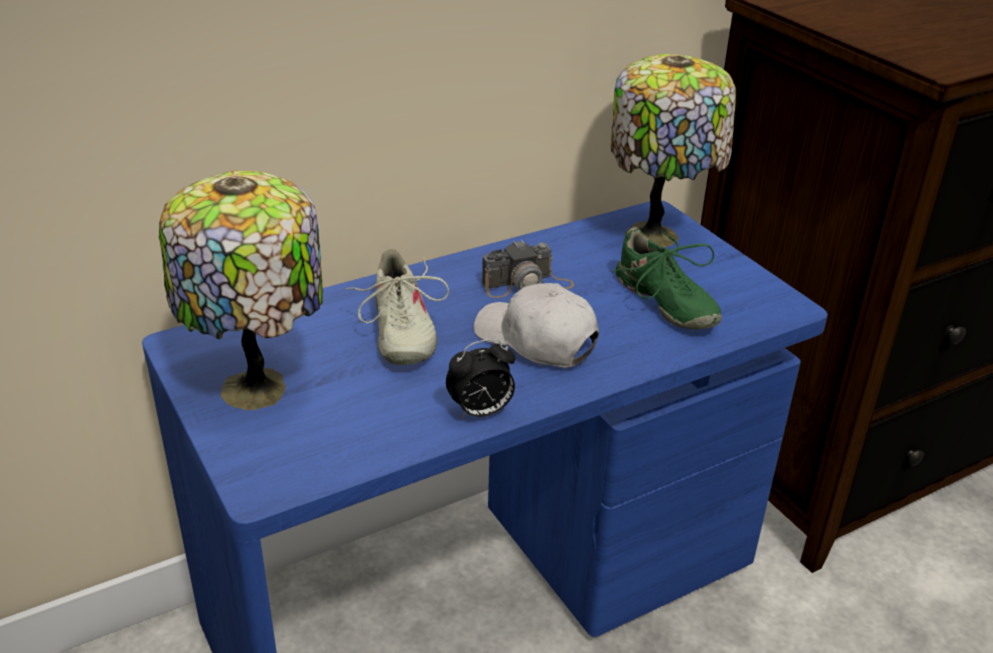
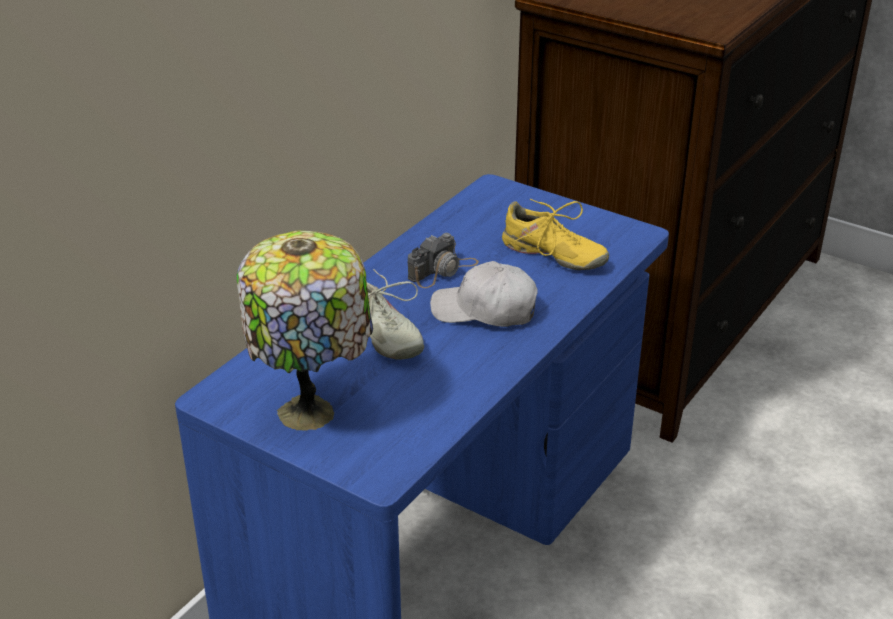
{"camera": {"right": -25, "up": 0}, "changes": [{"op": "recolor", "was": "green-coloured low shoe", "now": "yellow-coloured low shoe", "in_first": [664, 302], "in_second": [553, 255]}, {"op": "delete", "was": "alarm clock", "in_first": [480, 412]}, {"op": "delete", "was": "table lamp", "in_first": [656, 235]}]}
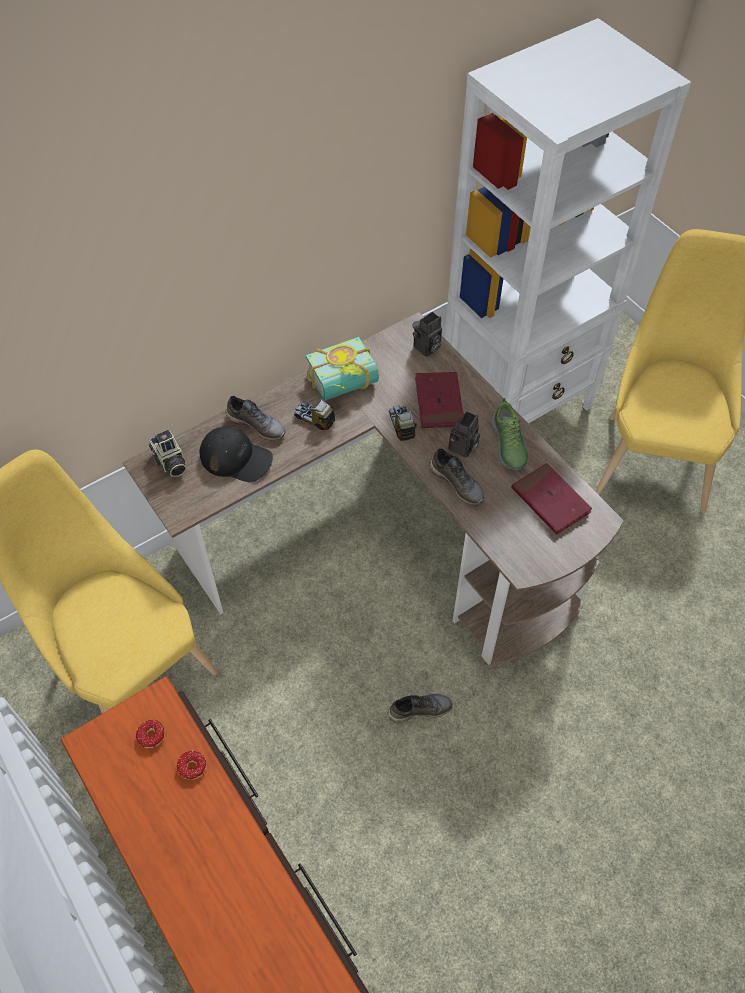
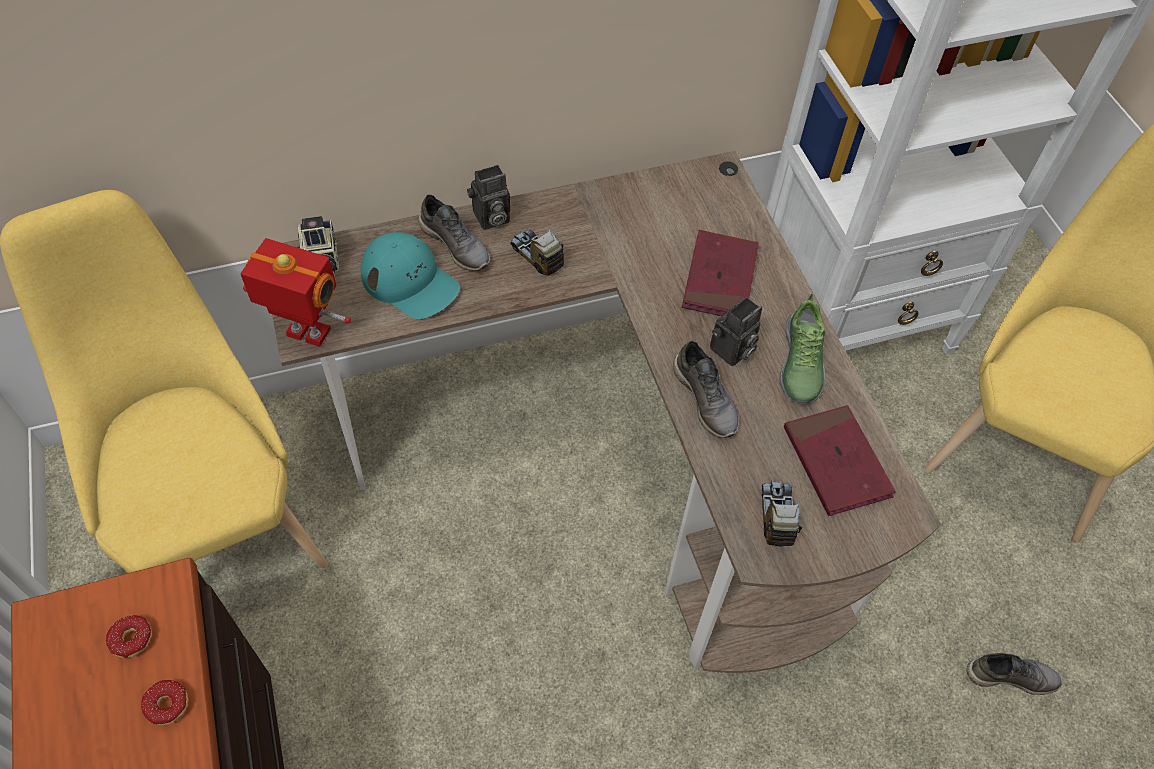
{"camera": {"right": 15, "up": 0}, "changes": [{"op": "insert", "now": "toy robot", "in_second": [307, 334]}, {"op": "recolor", "was": "blackish peaked cap", "now": "blue-green peaked cap", "in_first": [236, 458], "in_second": [410, 282]}, {"op": "move", "was": "still camera", "in_first": [427, 349], "in_second": [490, 219]}, {"op": "move", "was": "toy lorry", "in_first": [401, 426], "in_second": [776, 517]}, {"op": "move", "was": "gray low shoe", "in_first": [419, 709], "in_second": [1010, 676]}, {"op": "delete", "was": "volume", "in_first": [345, 386]}]}
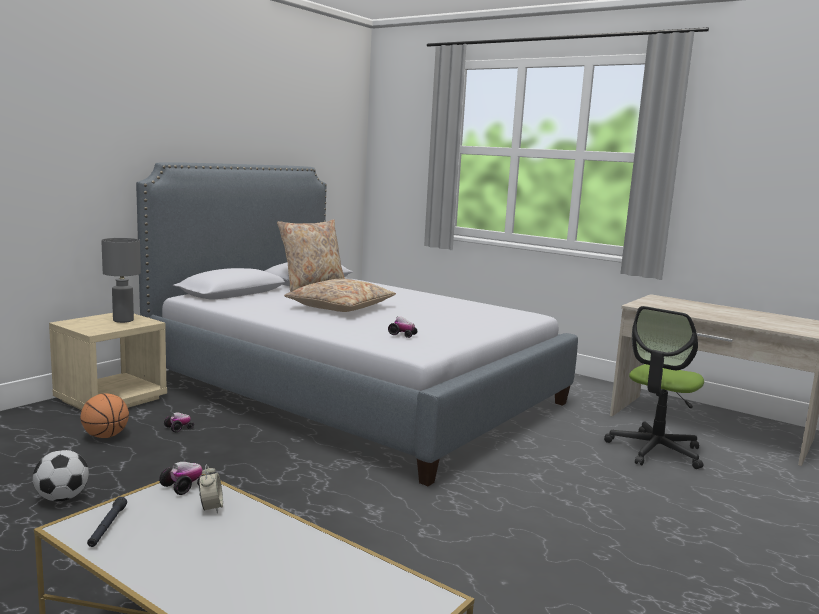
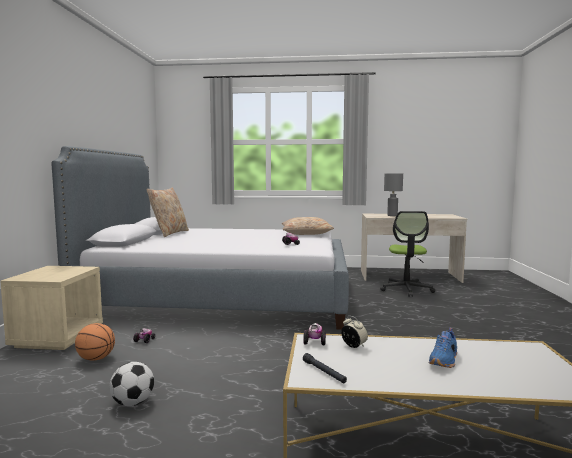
{"camera": {"right": -30, "up": -5}, "changes": [{"op": "move", "was": "beige cushion", "in_first": [340, 307], "in_second": [306, 233]}, {"op": "move", "was": "gray table lamp", "in_first": [123, 320], "in_second": [392, 215]}, {"op": "insert", "now": "blue low shoe", "in_second": [444, 360]}]}
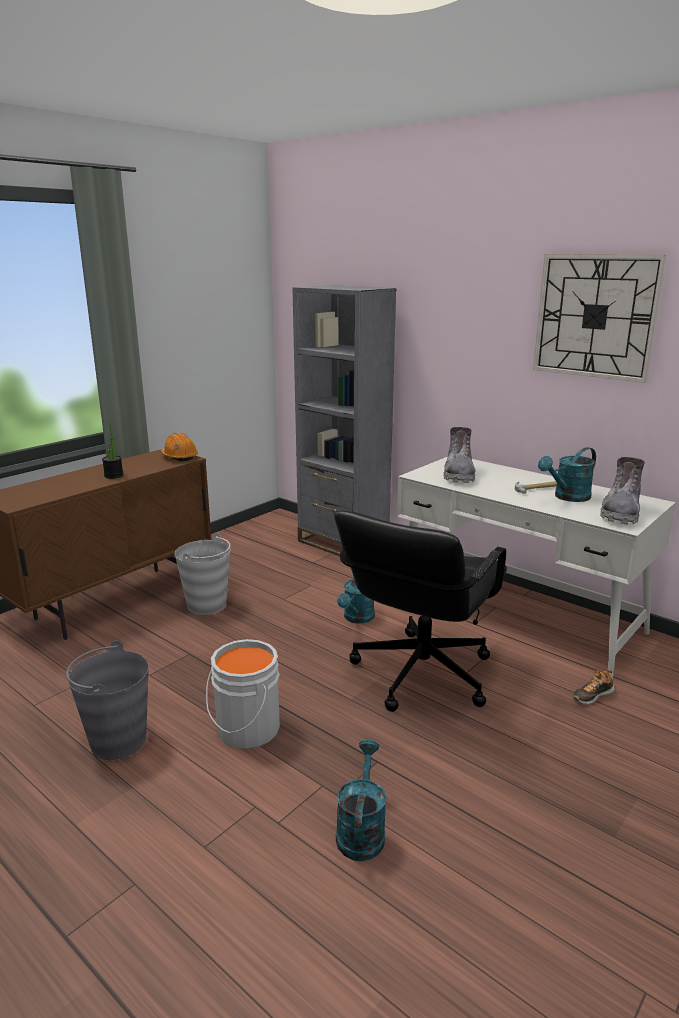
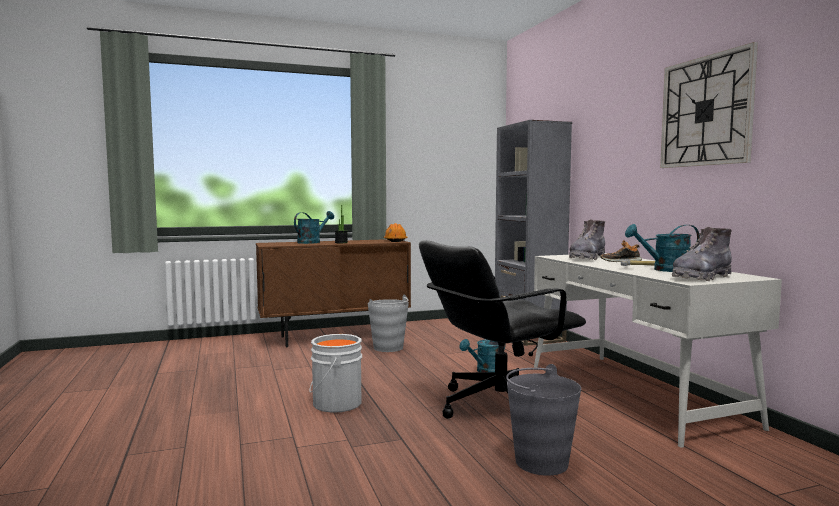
{"camera": {"right": 30, "up": -15}, "changes": [{"op": "move", "was": "blue-green watering pot", "in_first": [361, 830], "in_second": [312, 242]}, {"op": "move", "was": "gray bucket", "in_first": [118, 741], "in_second": [541, 462]}, {"op": "move", "was": "low shoe", "in_first": [592, 695], "in_second": [620, 261]}]}
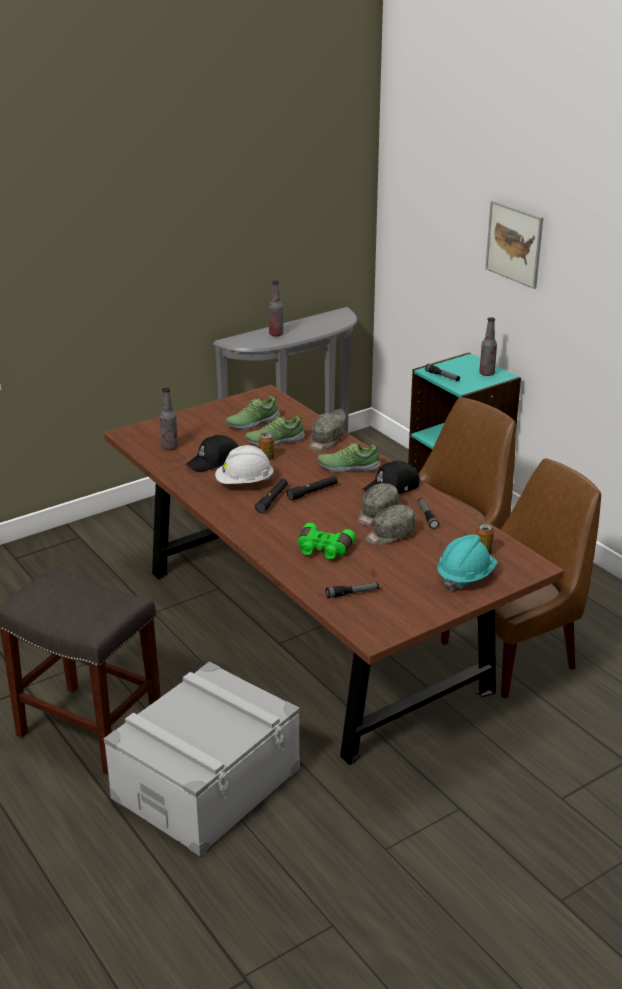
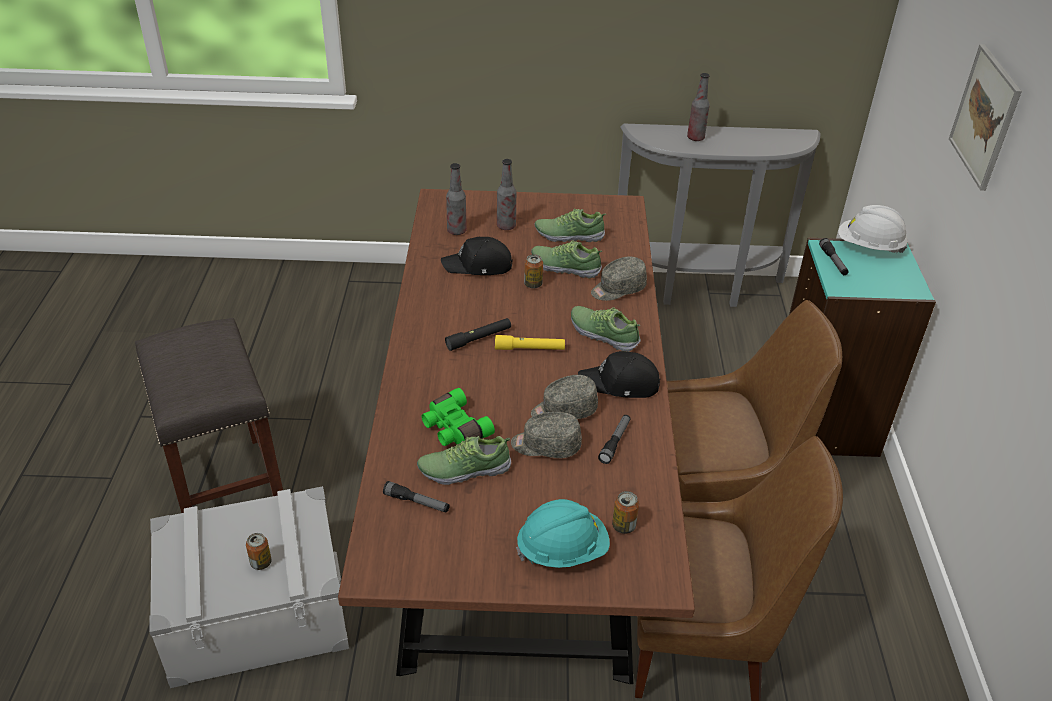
{"camera": {"right": 35, "up": 10}, "changes": [{"op": "insert", "now": "can", "in_second": [261, 563]}, {"op": "insert", "now": "low shoe", "in_second": [464, 469]}, {"op": "recolor", "was": "blackish torch", "now": "yellow-coloured torch", "in_first": [312, 492], "in_second": [529, 348]}, {"op": "move", "was": "bottle", "in_first": [486, 373], "in_second": [506, 226]}, {"op": "move", "was": "white hard hat", "in_first": [244, 483], "in_second": [869, 247]}]}
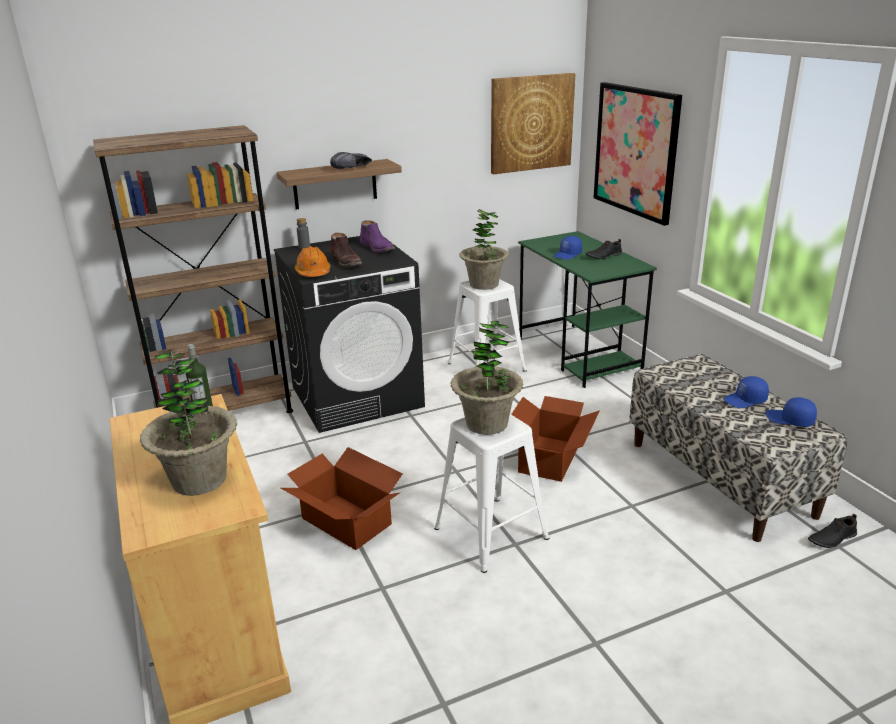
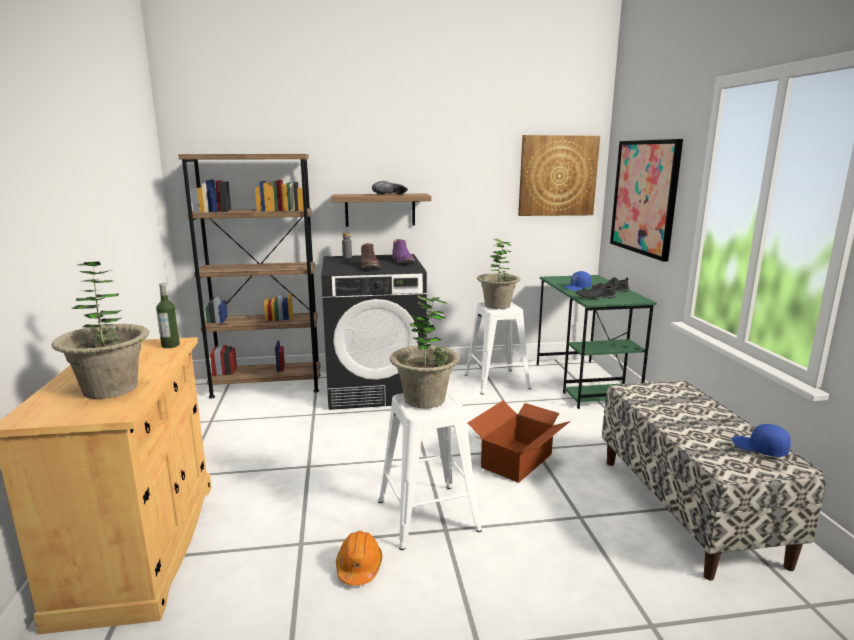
{"camera": {"right": 15, "up": -10}, "changes": [{"op": "move", "was": "orangey hard hat", "in_first": [313, 273], "in_second": [359, 567]}, {"op": "move", "was": "blackish low shoe", "in_first": [831, 538], "in_second": [595, 297]}, {"op": "delete", "was": "carton", "in_first": [346, 522]}, {"op": "delete", "was": "blue peaked cap", "in_first": [745, 400]}]}
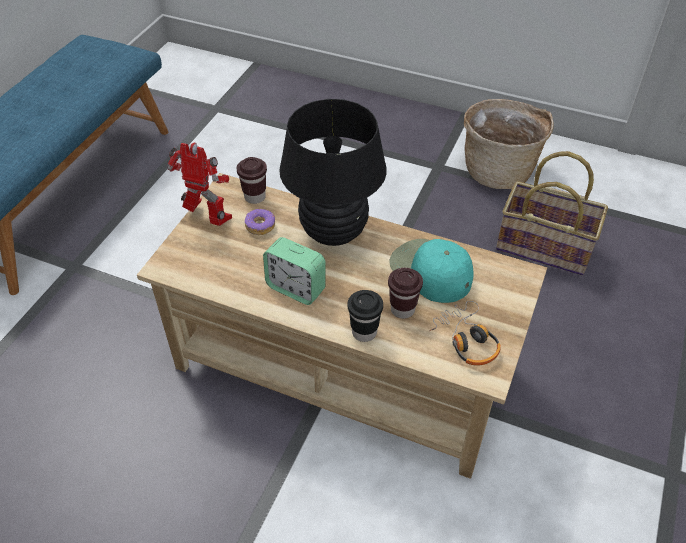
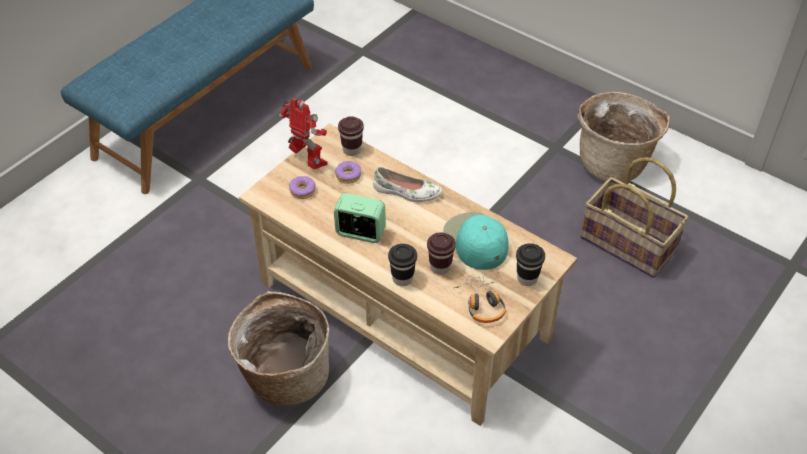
{"camera": {"right": 15, "up": 0}, "changes": [{"op": "insert", "now": "storage basket", "in_second": [284, 375]}, {"op": "insert", "now": "donut", "in_second": [303, 191]}, {"op": "rotate", "was": "alarm clock", "in_first": [296, 288], "in_second": [360, 233], "clockwise": 150}, {"op": "replace", "was": "blackish table lamp", "now": "white low shoe", "in_first": [333, 232], "in_second": [407, 192]}, {"op": "insert", "now": "blackish small cup", "in_second": [527, 278]}]}
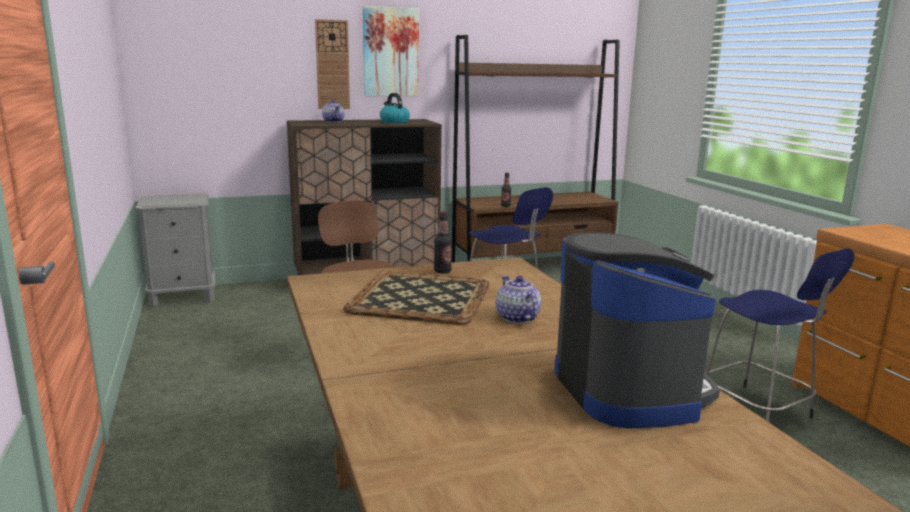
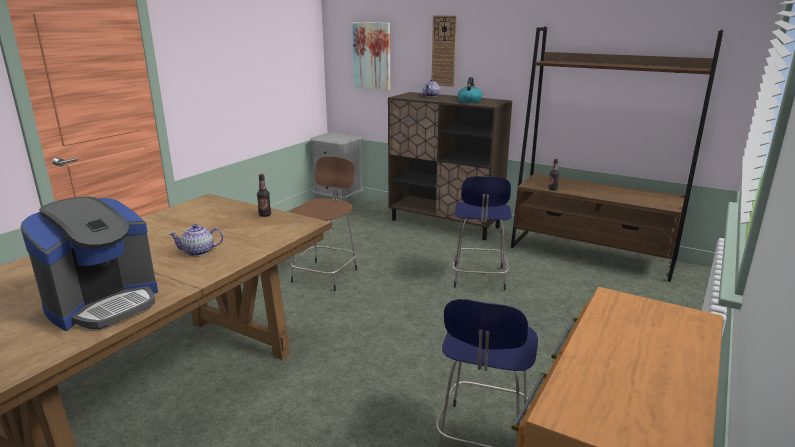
{"camera": {"right": 50, "up": 5}, "changes": [{"op": "rotate", "was": "pot for tea", "in_first": [517, 318], "in_second": [199, 252], "clockwise": -135}, {"op": "move", "was": "wall art", "in_first": [390, 52], "in_second": [372, 56]}, {"op": "delete", "was": "serving tray", "in_first": [421, 298]}]}
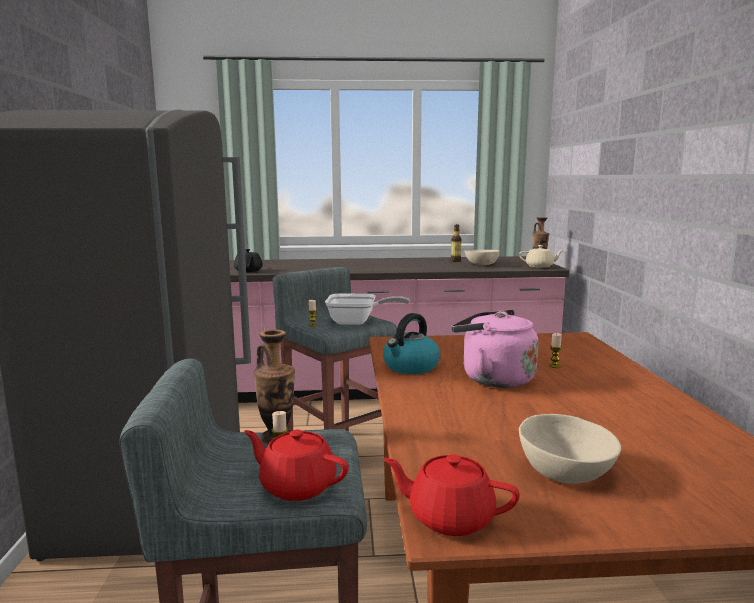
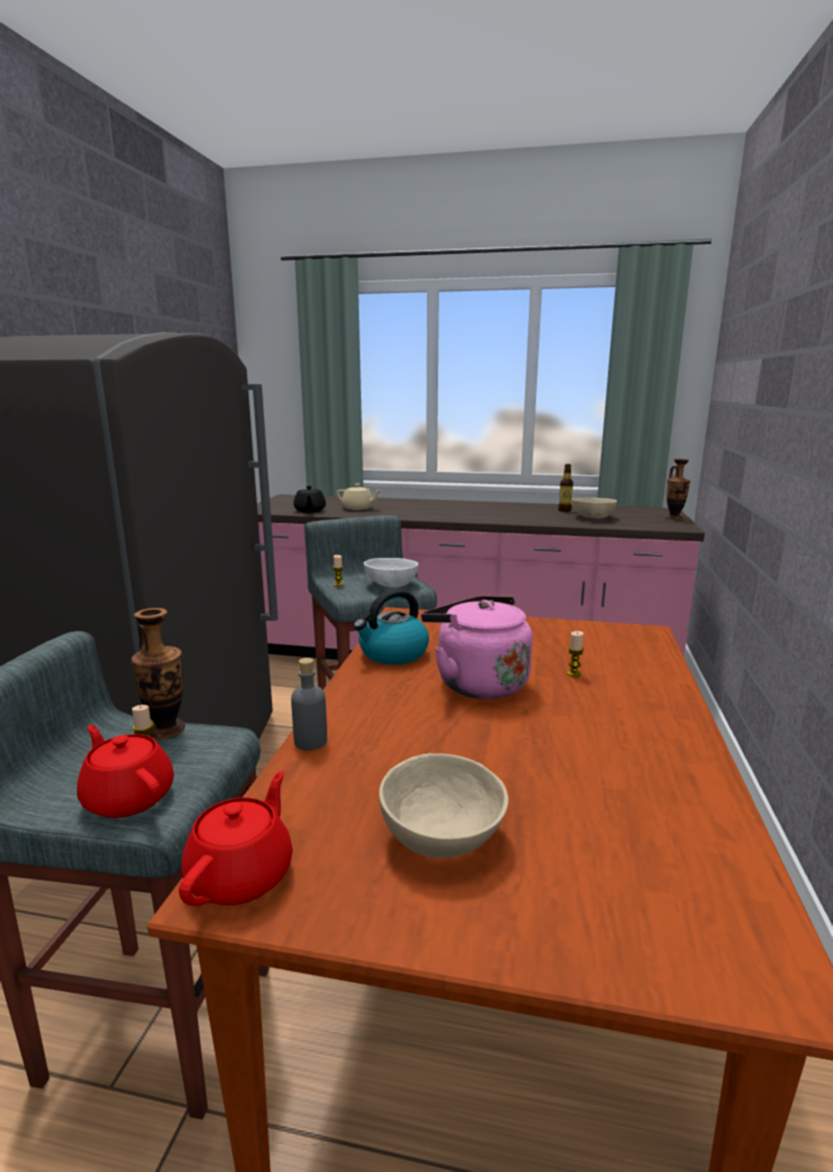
{"camera": {"right": 15, "up": 5}, "changes": [{"op": "rotate", "was": "red-coloured pot for tea", "in_first": [449, 517], "in_second": [242, 874], "clockwise": 75}, {"op": "insert", "now": "gray bottle", "in_second": [310, 741]}, {"op": "move", "was": "beige pot for tea", "in_first": [540, 266], "in_second": [358, 508]}, {"op": "replace", "was": "skillet", "now": "white deep dish", "in_first": [357, 322], "in_second": [391, 585]}]}
